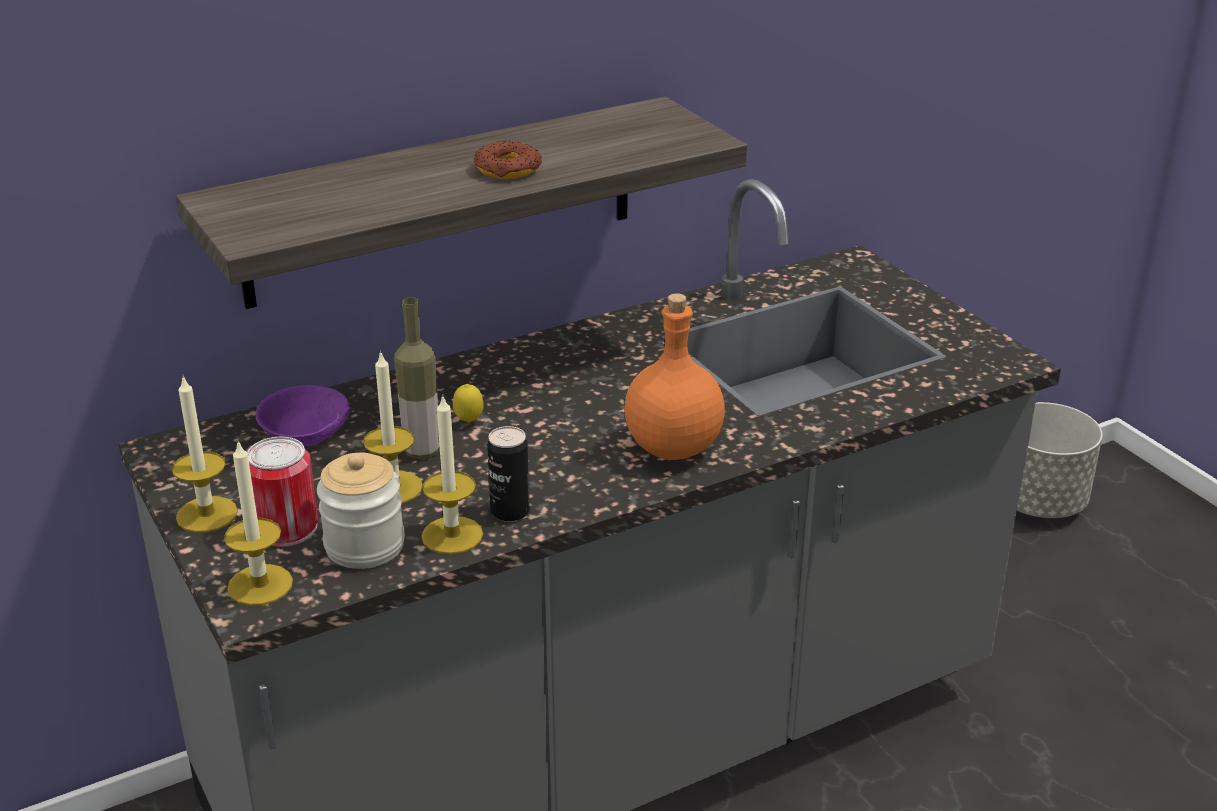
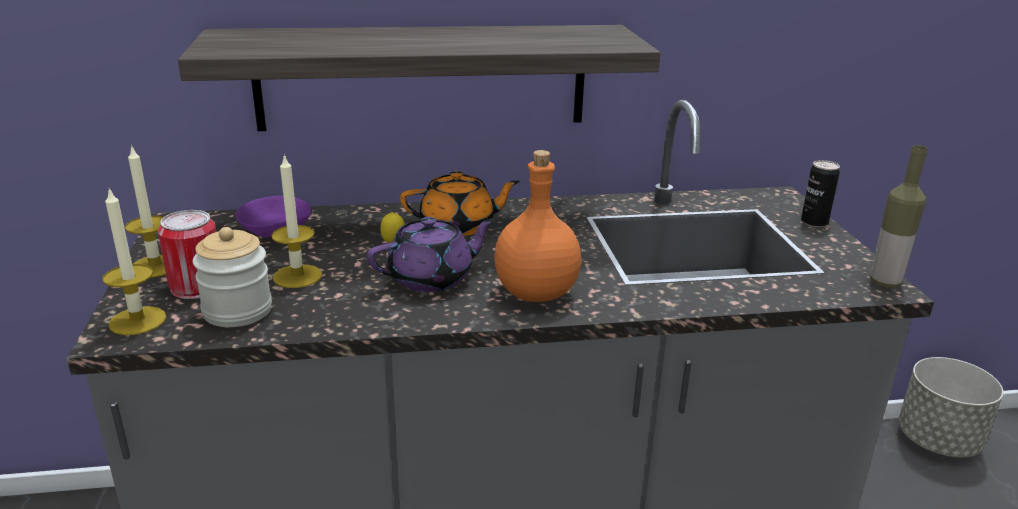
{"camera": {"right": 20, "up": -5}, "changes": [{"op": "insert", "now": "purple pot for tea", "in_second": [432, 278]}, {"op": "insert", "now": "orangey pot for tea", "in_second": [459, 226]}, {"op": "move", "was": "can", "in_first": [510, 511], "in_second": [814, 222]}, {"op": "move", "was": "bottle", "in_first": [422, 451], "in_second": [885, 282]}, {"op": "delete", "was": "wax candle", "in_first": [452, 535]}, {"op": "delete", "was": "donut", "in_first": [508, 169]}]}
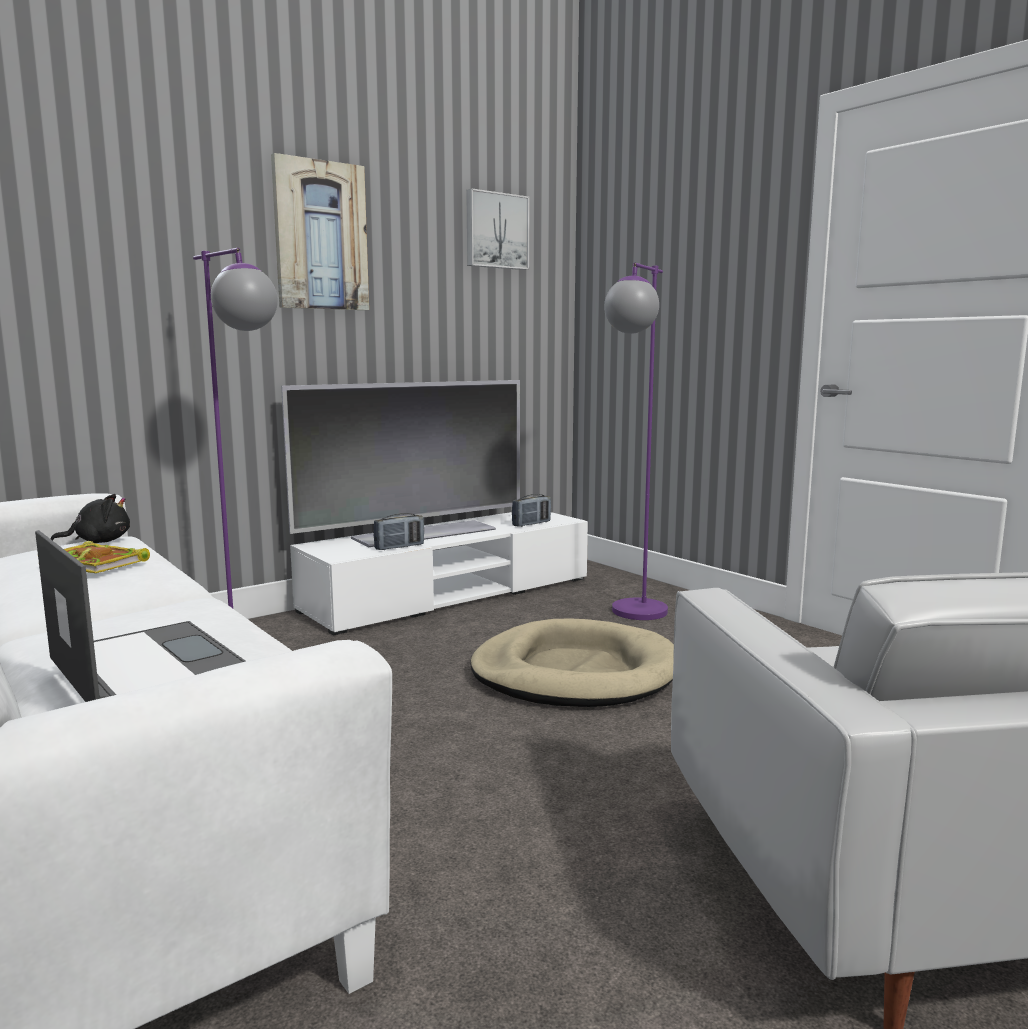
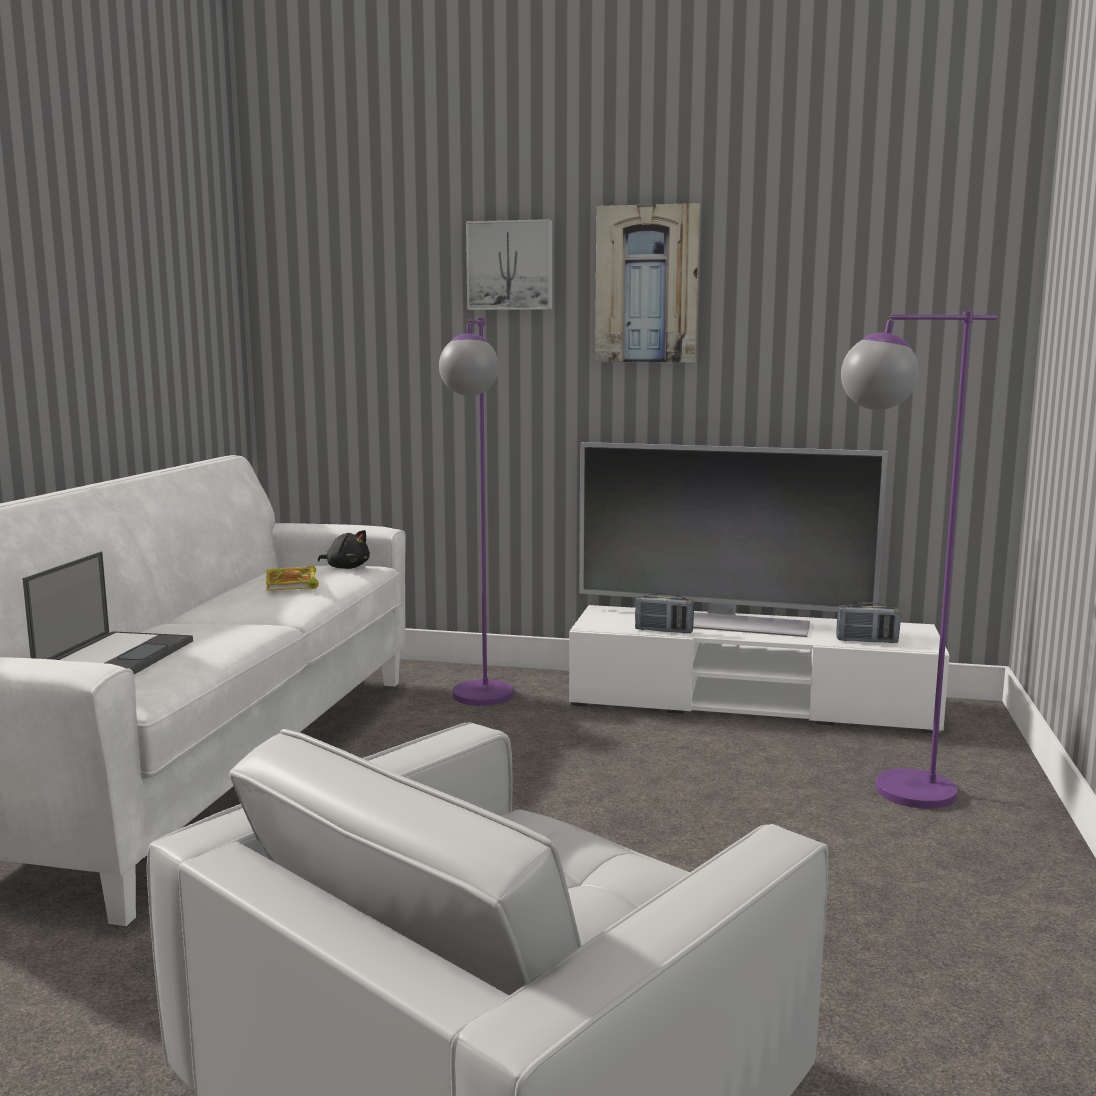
{"camera": {"right": 50, "up": 0}, "changes": [{"op": "move", "was": "wall art", "in_first": [496, 231], "in_second": [510, 266]}, {"op": "delete", "was": "beige pet bed", "in_first": [575, 673]}]}
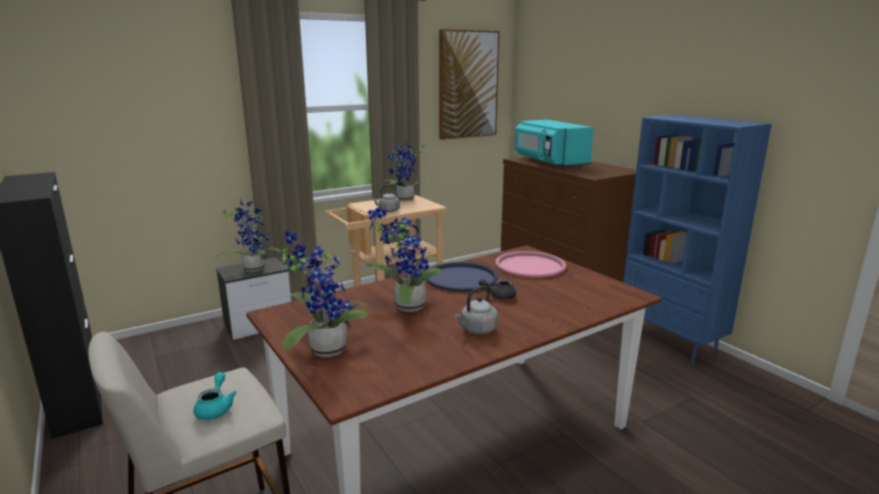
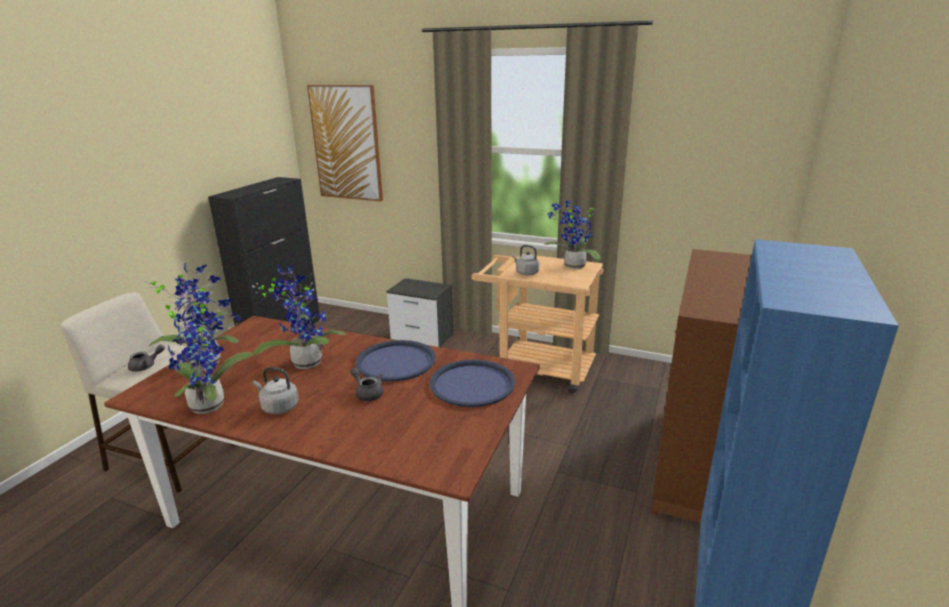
{"camera": {"right": 55, "up": 5}, "changes": [{"op": "recolor", "was": "blue-green pot for tea", "now": "gray pot for tea", "in_first": [215, 408], "in_second": [146, 366]}, {"op": "move", "was": "plant in a pot", "in_first": [253, 268], "in_second": [211, 403]}, {"op": "move", "was": "wall art", "in_first": [468, 85], "in_second": [346, 143]}, {"op": "recolor", "was": "pink serving tray", "now": "blue serving tray", "in_first": [530, 265], "in_second": [472, 384]}, {"op": "delete", "was": "blue-green microwave", "in_first": [549, 162]}]}
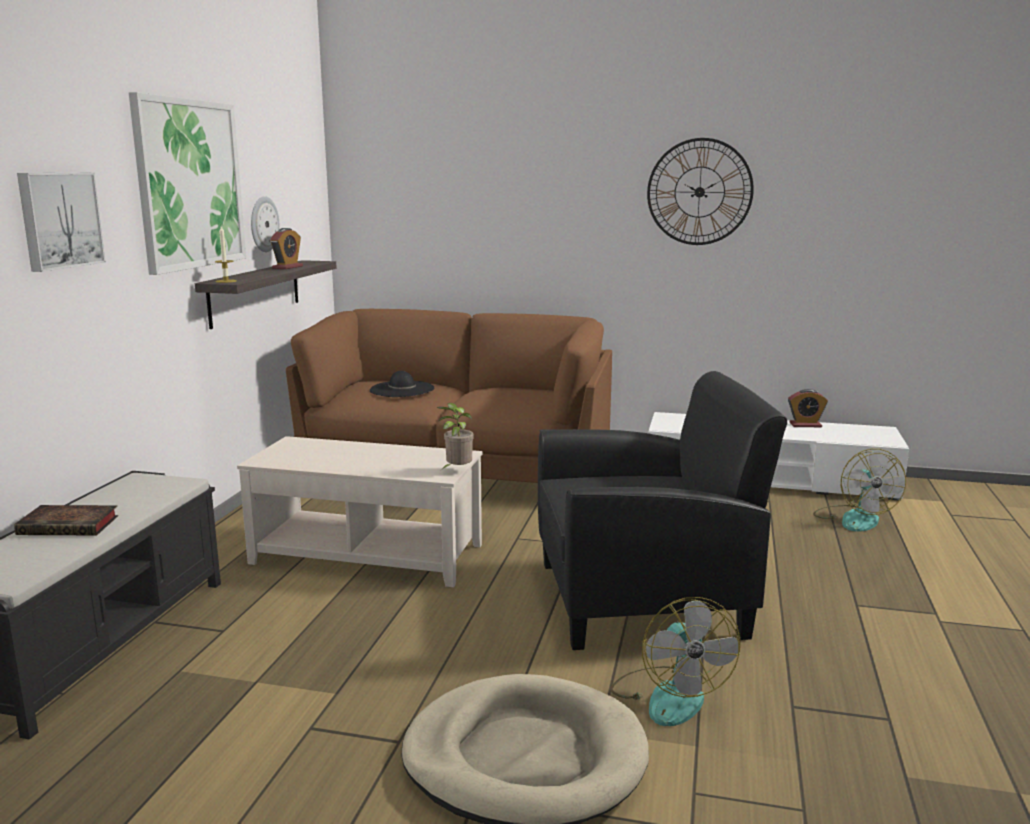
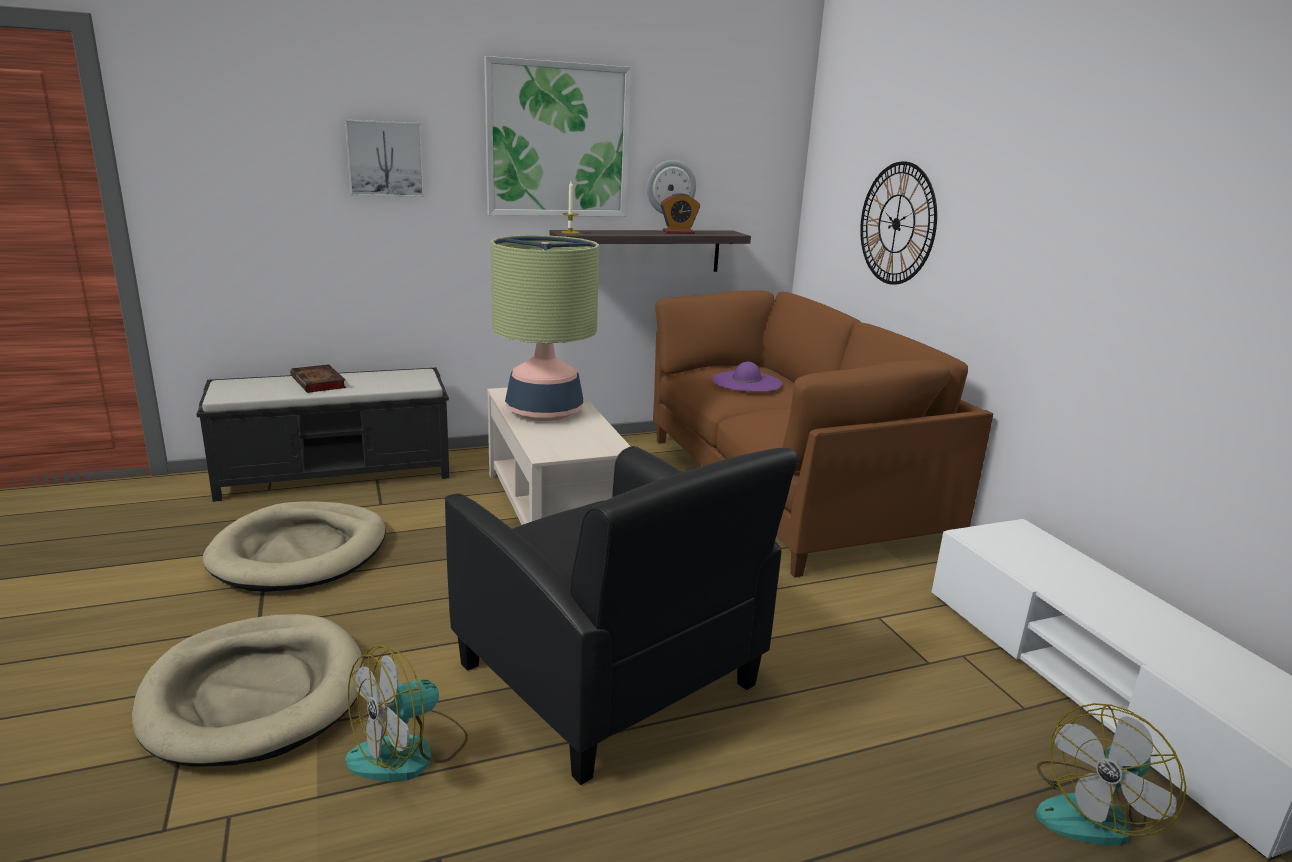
{"camera": {"right": 55, "up": 5}, "changes": [{"op": "insert", "now": "beige pet bed", "in_second": [300, 552]}, {"op": "insert", "now": "table lamp", "in_second": [544, 412]}, {"op": "recolor", "was": "blackish hat", "now": "purple hat", "in_first": [402, 389], "in_second": [746, 382]}, {"op": "move", "was": "clock on the wall", "in_first": [699, 192], "in_second": [896, 224]}, {"op": "delete", "was": "plant in a pot", "in_first": [457, 471]}, {"op": "delete", "was": "alarm clock", "in_first": [805, 425]}]}
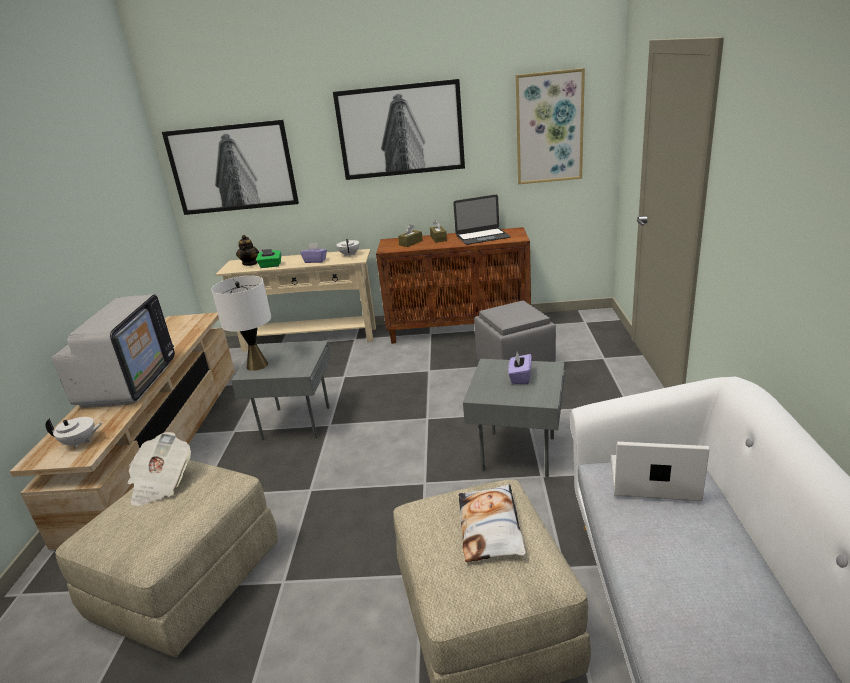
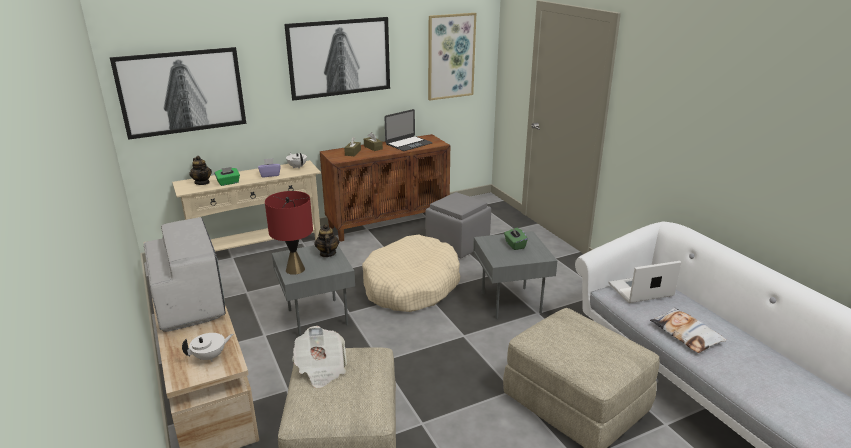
{"camera": {"right": -30, "up": 0}, "changes": [{"op": "recolor", "was": "white table lamp", "now": "red-coloured table lamp", "in_first": [257, 365], "in_second": [295, 269]}, {"op": "insert", "now": "pot for tea", "in_second": [327, 253]}, {"op": "insert", "now": "beige pet bed", "in_second": [411, 286]}, {"op": "recolor", "was": "purple box of tissues", "now": "green-coloured box of tissues", "in_first": [520, 377], "in_second": [514, 245]}, {"op": "move", "was": "cushion", "in_first": [491, 528], "in_second": [686, 334]}]}
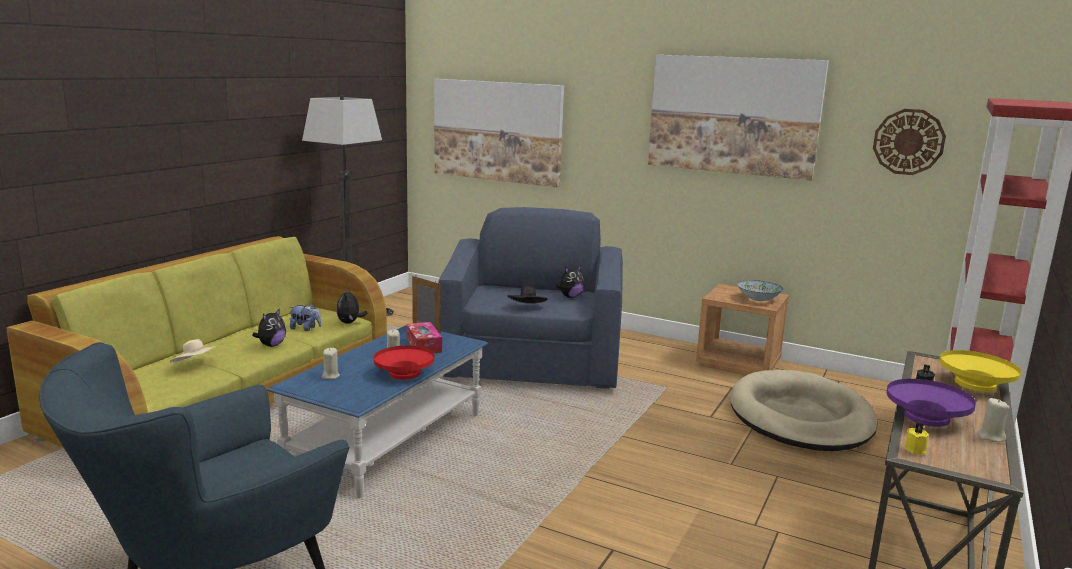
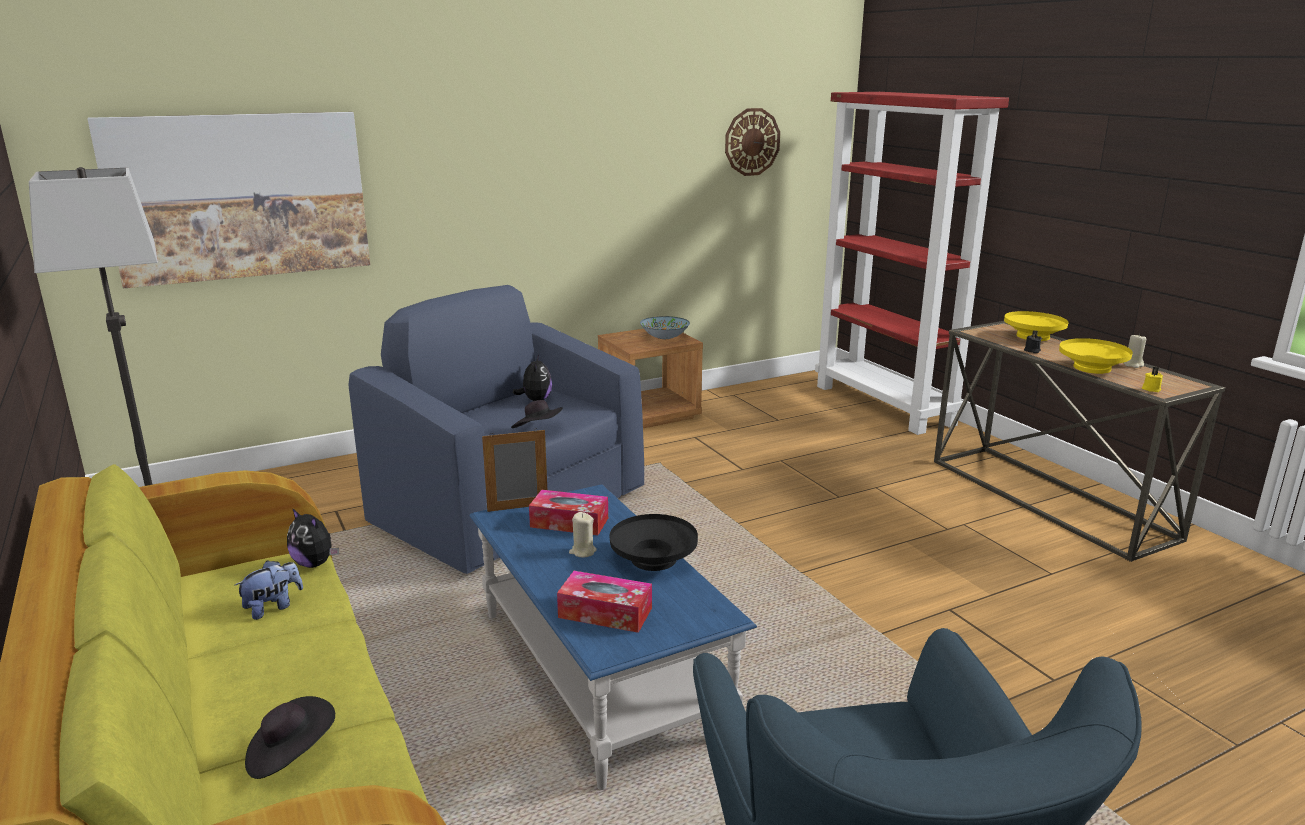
{"camera": {"right": -55, "up": 5}, "changes": [{"op": "recolor", "was": "beige hat", "now": "blackish hat", "in_first": [195, 365], "in_second": [290, 754]}, {"op": "replace", "was": "beige wax candle", "now": "box of tissues", "in_first": [330, 376], "in_second": [605, 613]}, {"op": "recolor", "was": "red-coloured deep dish", "now": "blackish deep dish", "in_first": [404, 373], "in_second": [653, 559]}, {"op": "recolor", "was": "purple deep dish", "now": "yellow-coloured deep dish", "in_first": [925, 417], "in_second": [1091, 368]}, {"op": "delete", "was": "plush toy", "in_first": [271, 345]}, {"op": "delete", "was": "wall art", "in_first": [733, 115]}, {"op": "delete", "was": "beige pet bed", "in_first": [800, 417]}]}
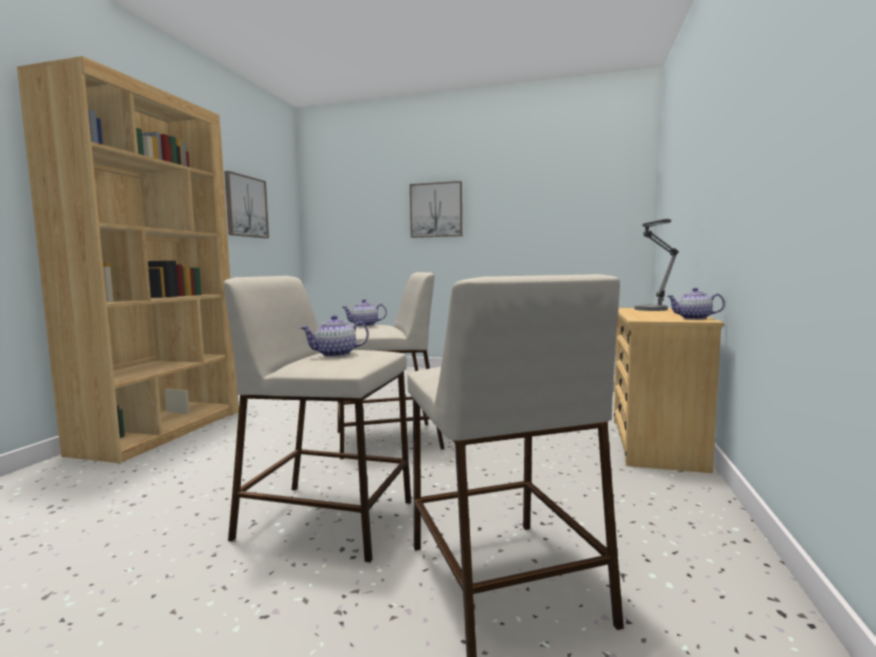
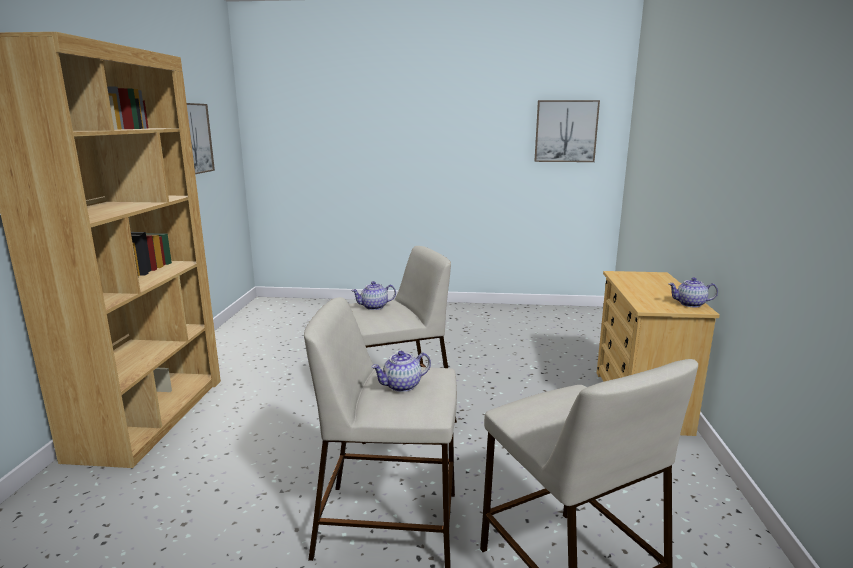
{"camera": {"right": -10, "up": 10}, "changes": [{"op": "move", "was": "wall art", "in_first": [436, 210], "in_second": [566, 131]}, {"op": "delete", "was": "table lamp", "in_first": [653, 310]}]}
